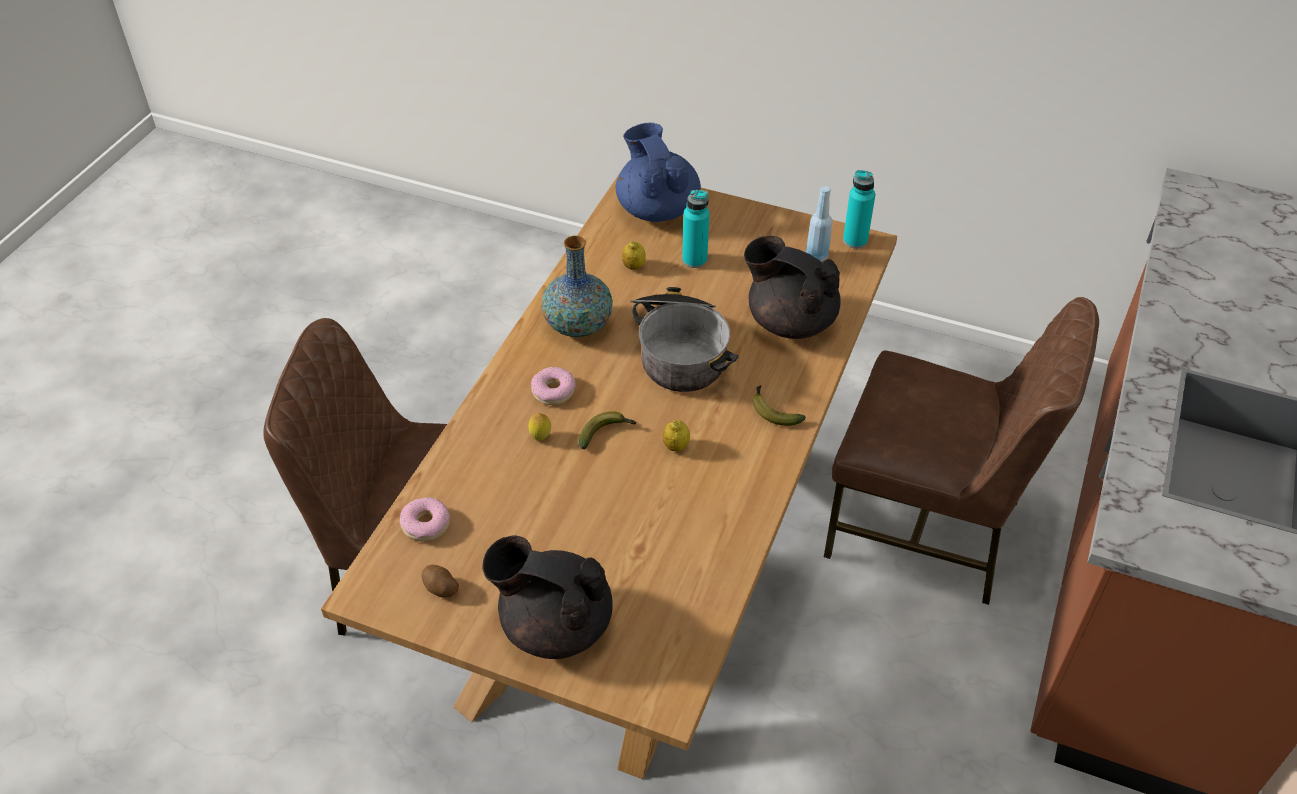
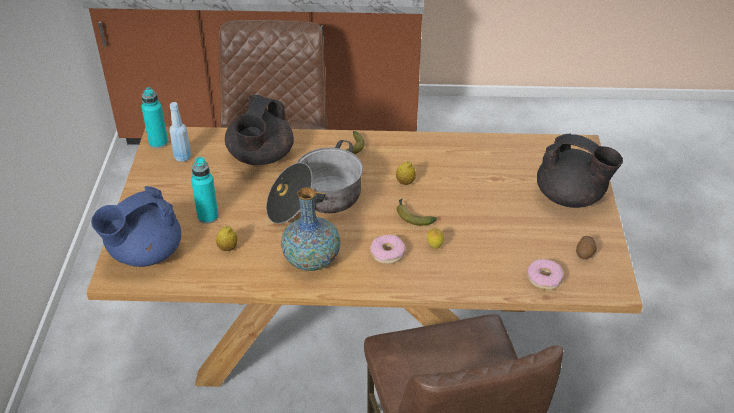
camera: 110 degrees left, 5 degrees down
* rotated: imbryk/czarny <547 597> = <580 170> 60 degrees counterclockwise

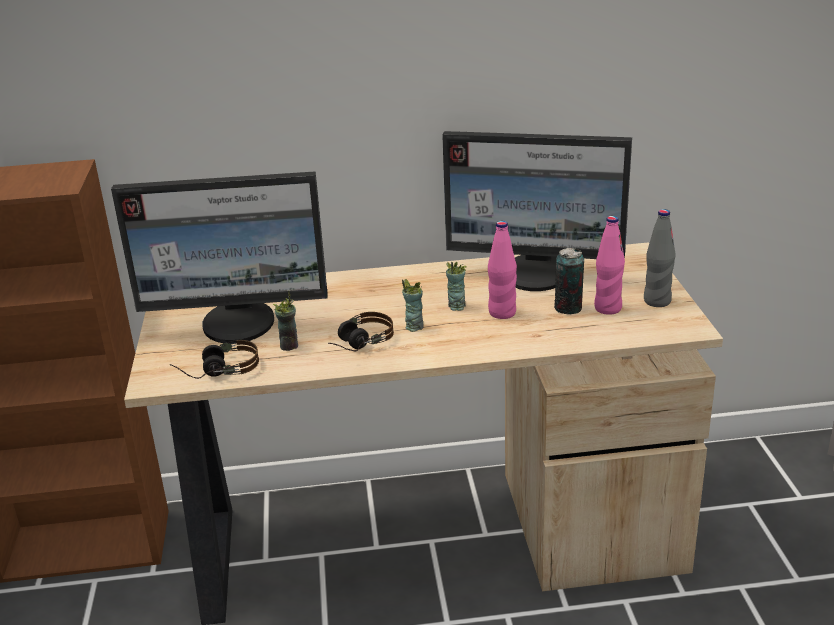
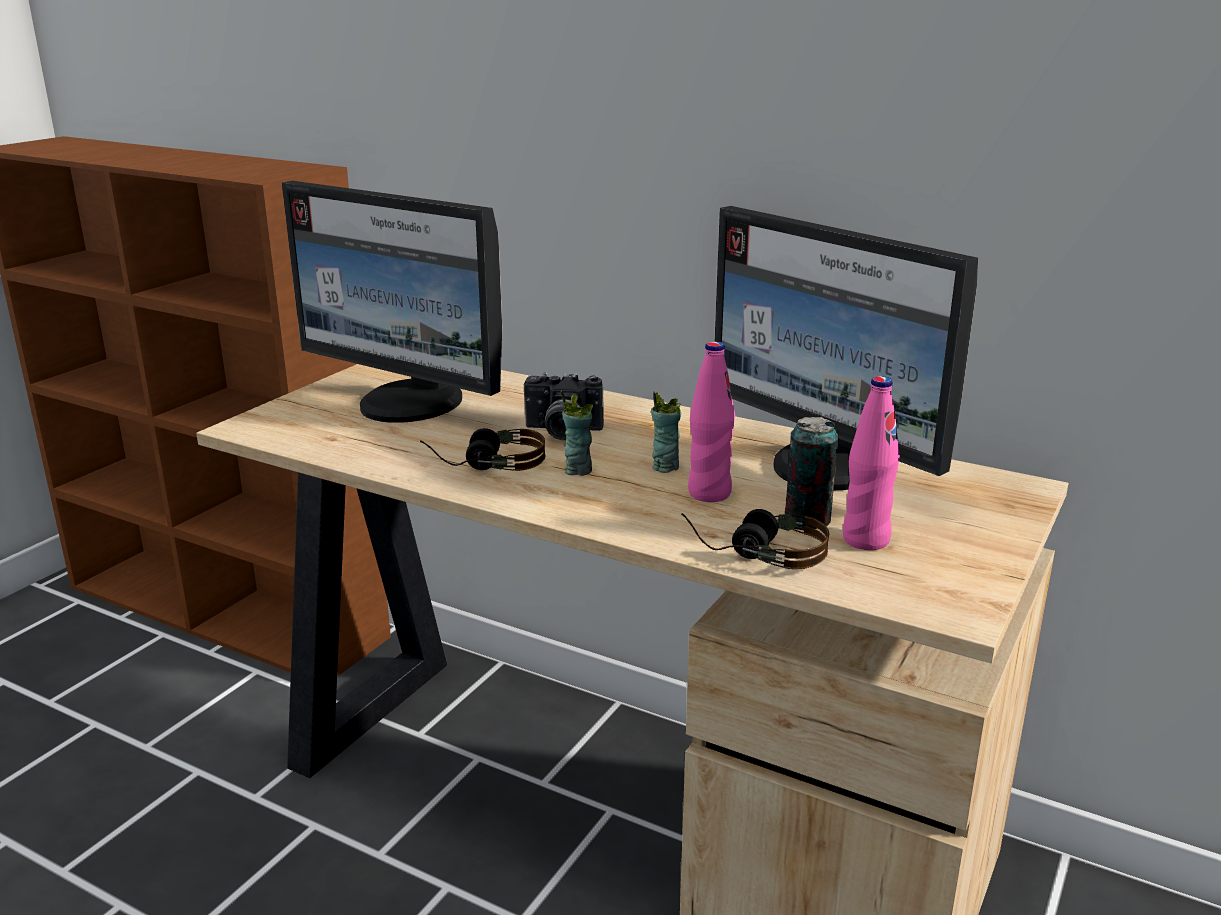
camera: 35 degrees right, 5 degrees down
* new: aparat fotograficzny <564 406>
* shifted: słuchawki <214 359> to <755 539>
* gone: filiżanka <285 321>
* gone: butelka/szary <660 258>

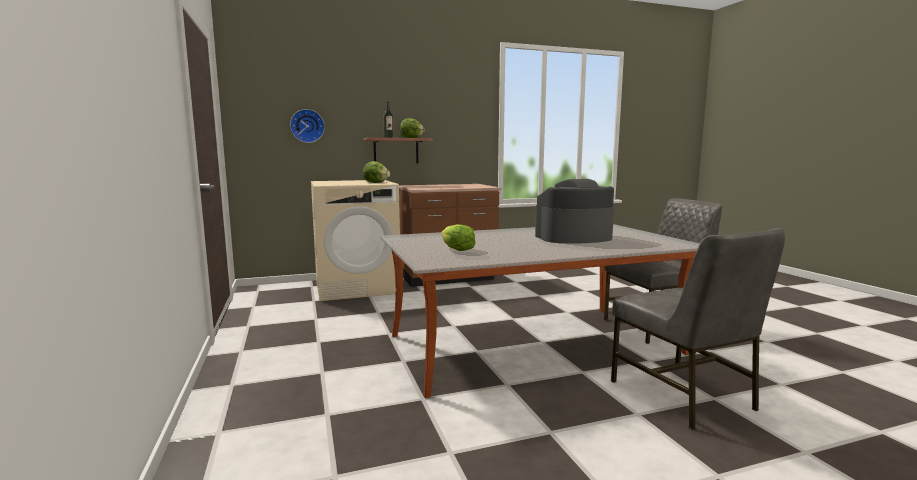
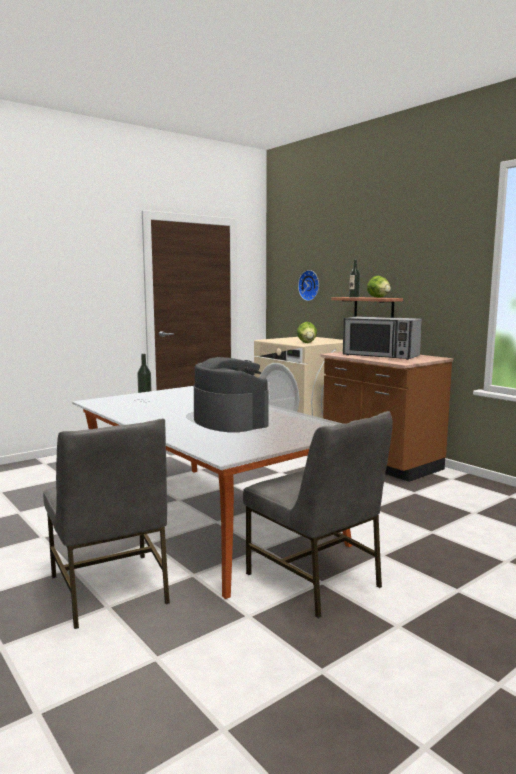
camera: 70 degrees right, 0 degrees up
* rotated: krzesło/szary <698 329> = <106 523> 75 degrees counterclockwise
* swapped: sałata <458 237> to butelka <144 378>
* new: mikrofalówka <382 338>

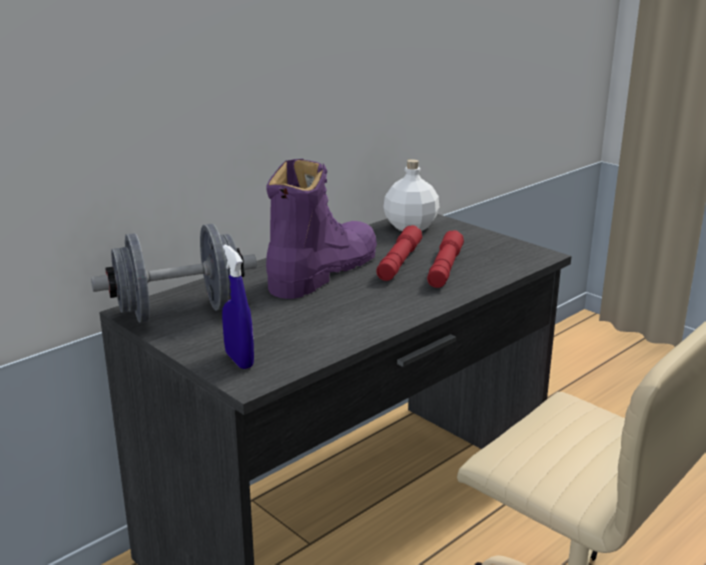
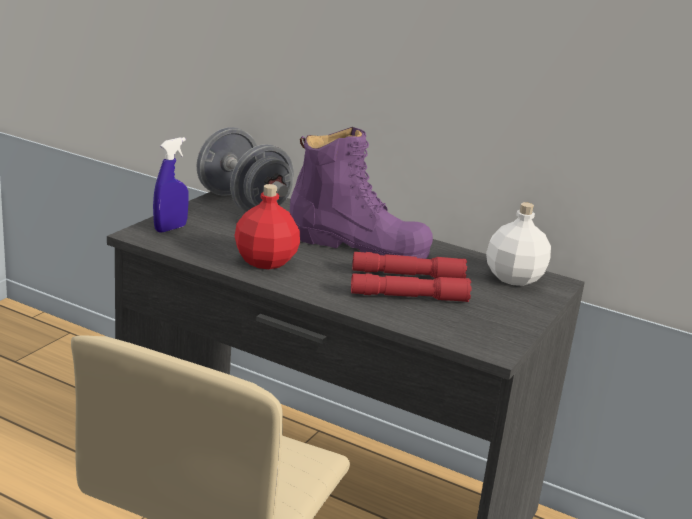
camera: 70 degrees right, 0 degrees up
* new: butelka/czerwony <267 226>

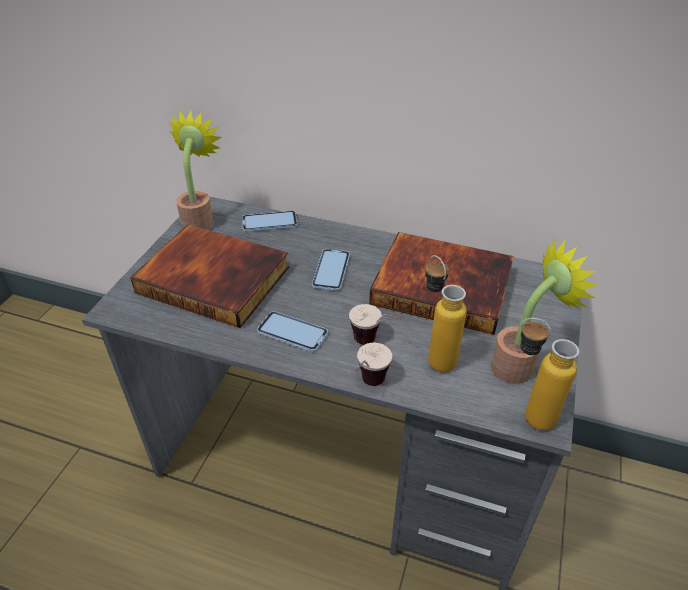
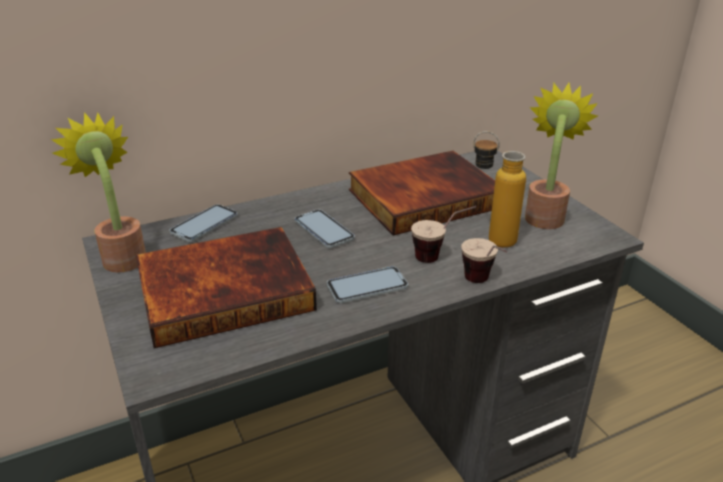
camera: 45 degrees left, 10 degrees down
* gone: butelka <549 374>

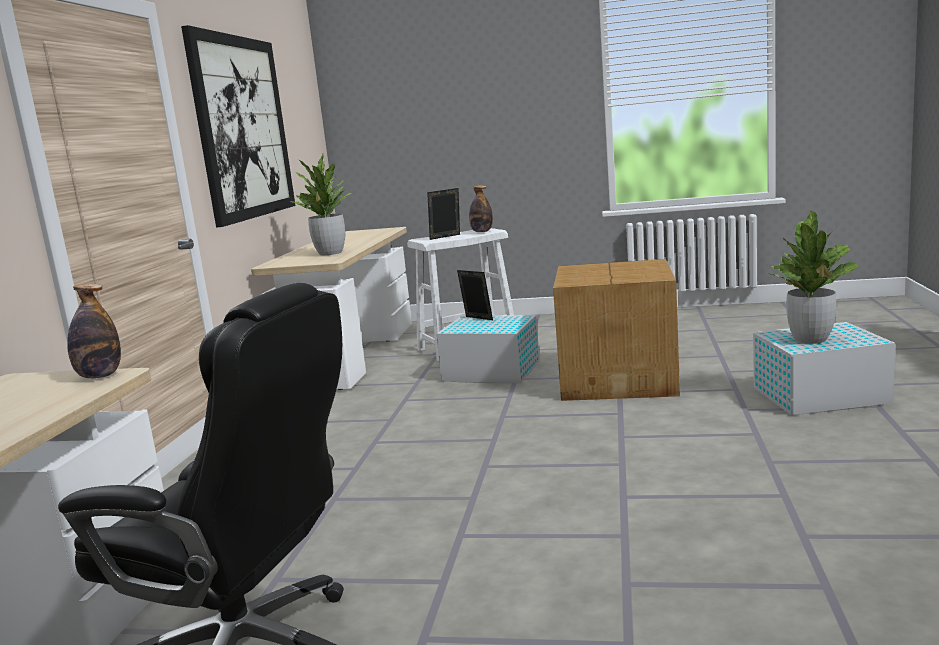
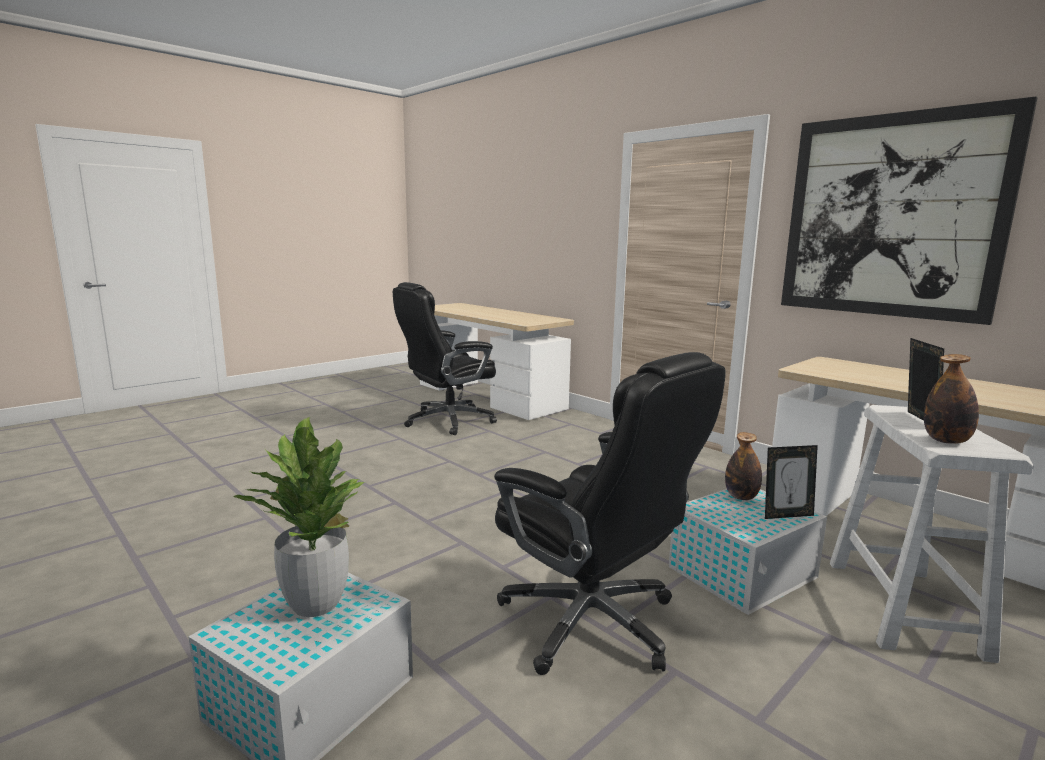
camera: 125 degrees right, 0 degrees up
* swapped: karton <616 330> to krzesło biurowe/czarny <610 513>
* shifted: butelka <94 331> to <743 466>
* gone: roślina doniczkowa <320 204>

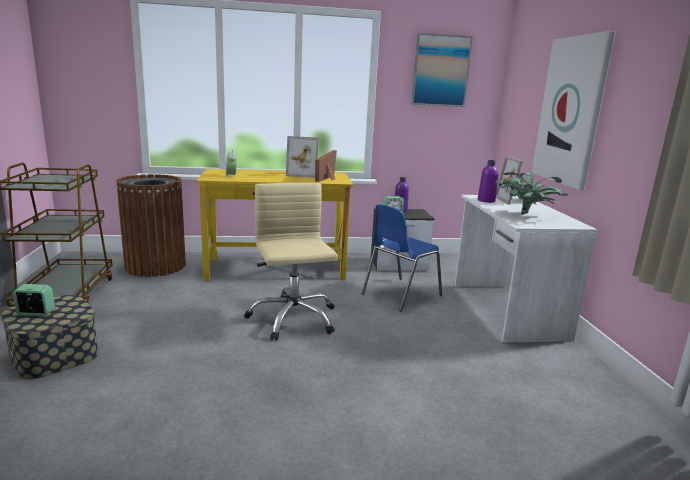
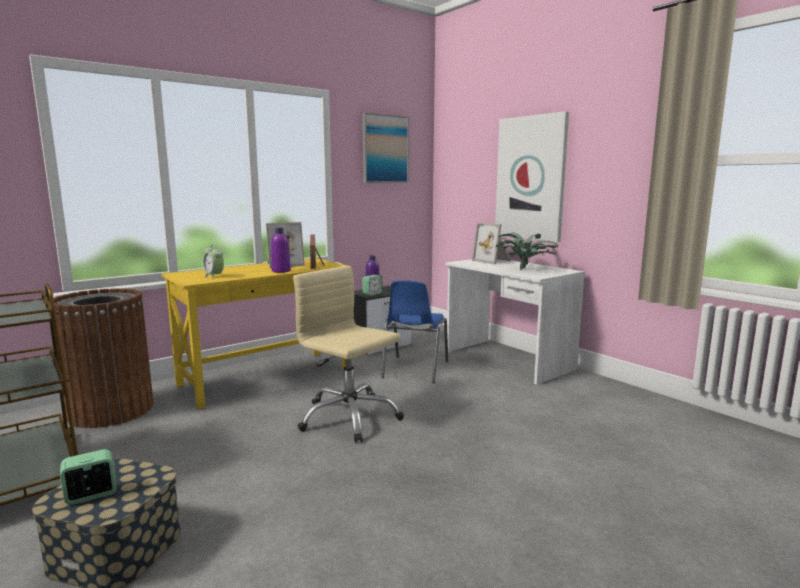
camera: 30 degrees left, 5 degrees down
* shifted: butelka/fioletowy <488 181> to <281 250>

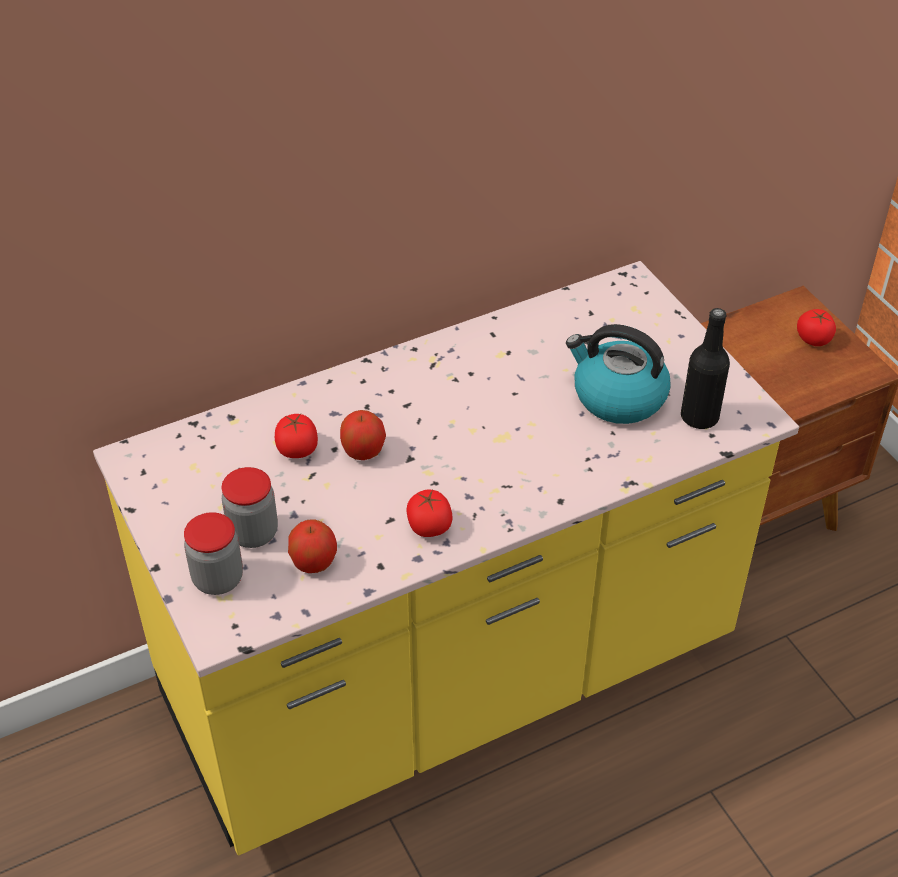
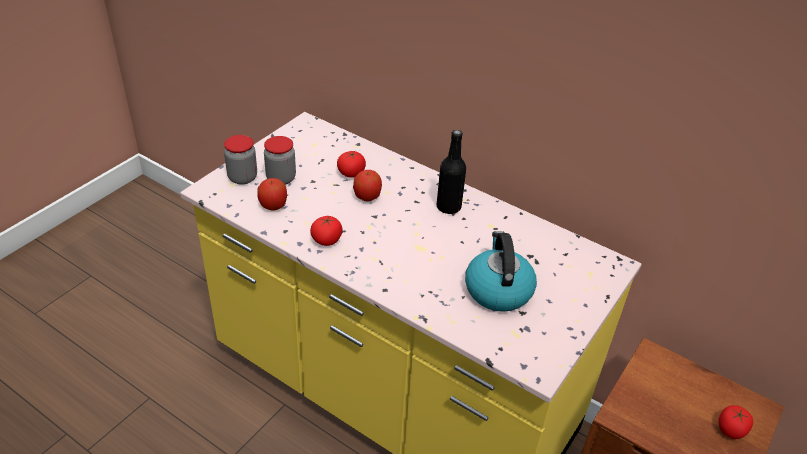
camera: 60 degrees right, 5 degrees down
* shifted: butelka/czarny <705 368> to <451 172>

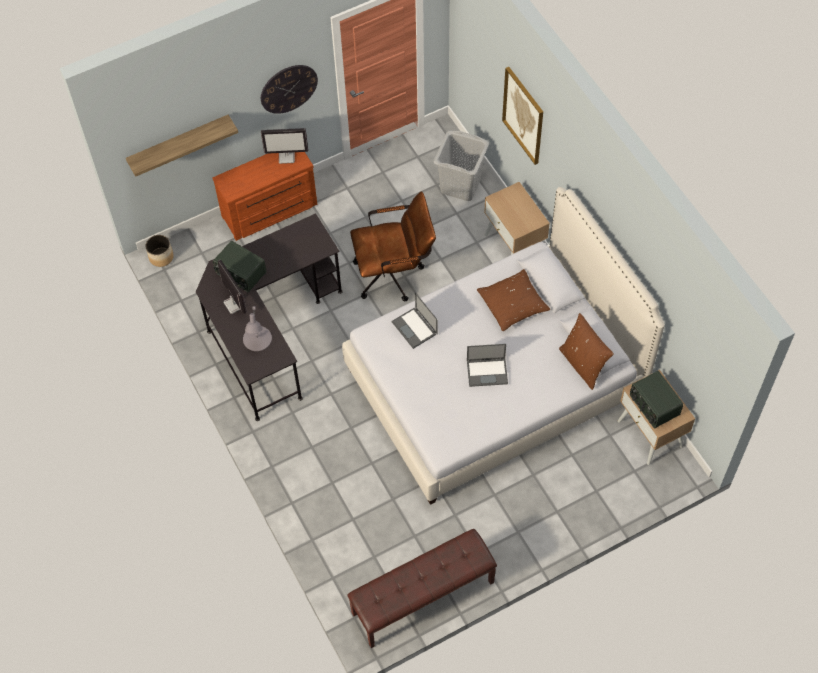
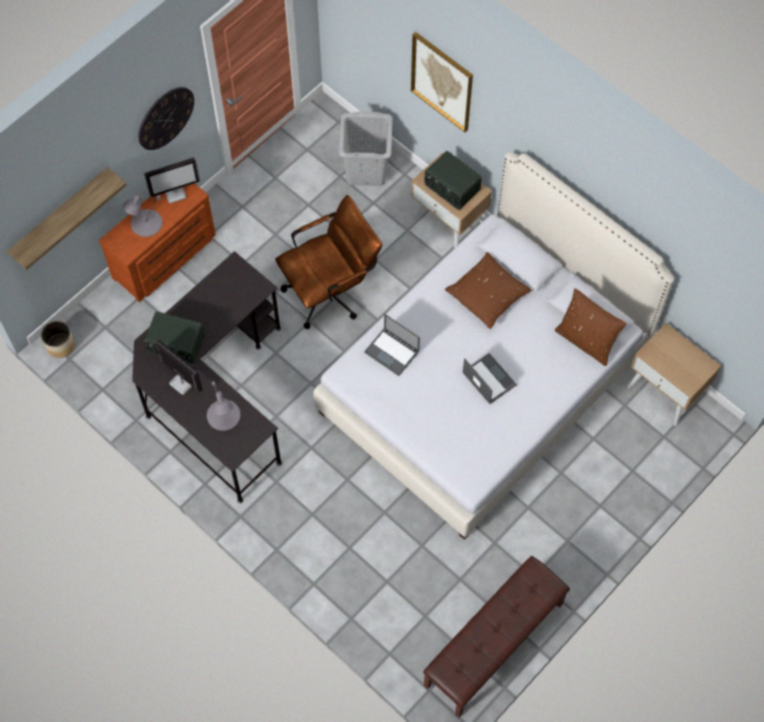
camera: 20 degrees left, 5 degrees up
* new: lampa stołowa/szary <142 215>
* shifted: radio <656 399> to <453 180>
* rotated: laptop <487 365> = <490 378> 105 degrees counterclockwise

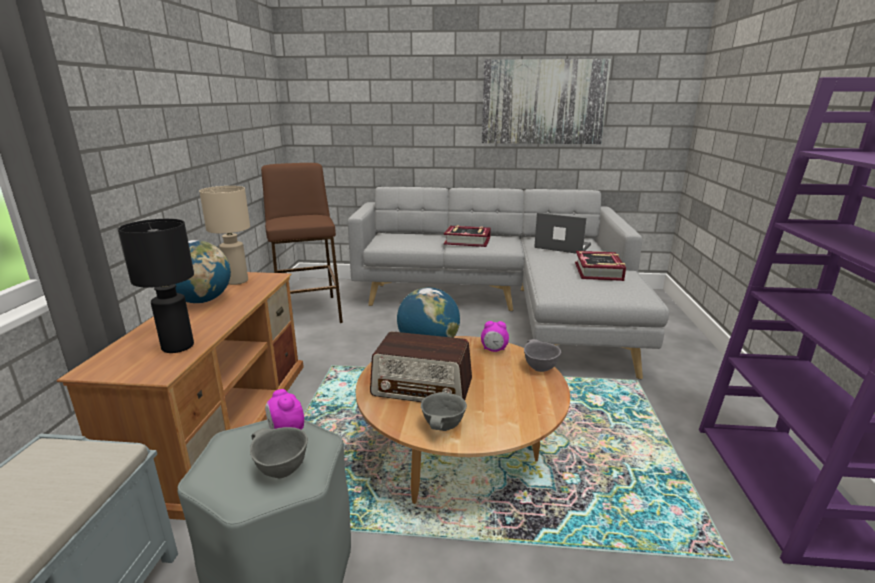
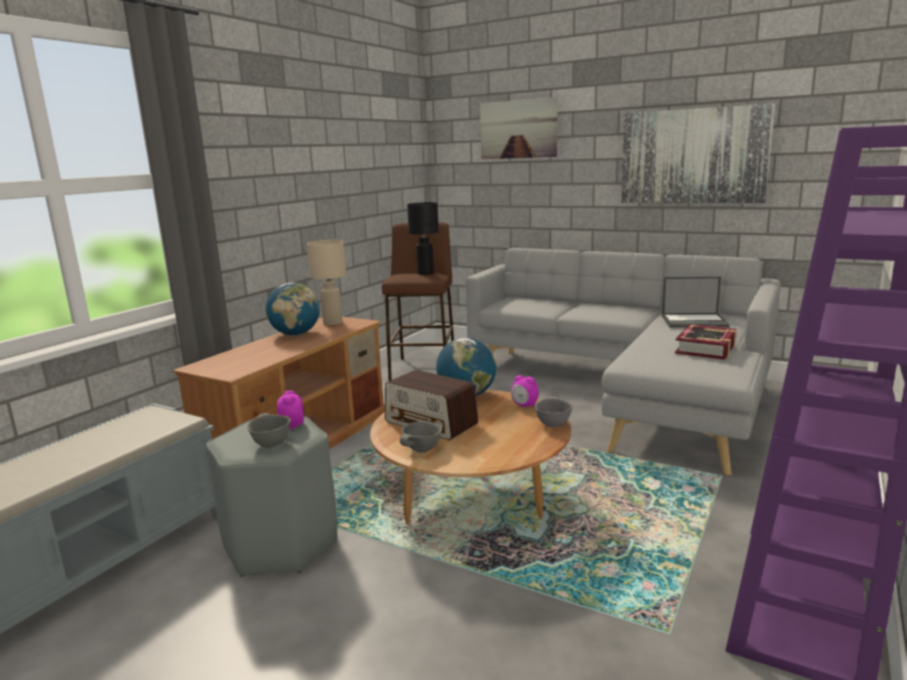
camera: 25 degrees right, 5 degrees down
* shifted: lampa stołowa/czarny <156 286> to <423 238>
* new: obraz <519 128>
* rotated: laptop <562 233> = <696 301> 135 degrees clockwise
* gone: książka <467 236>

